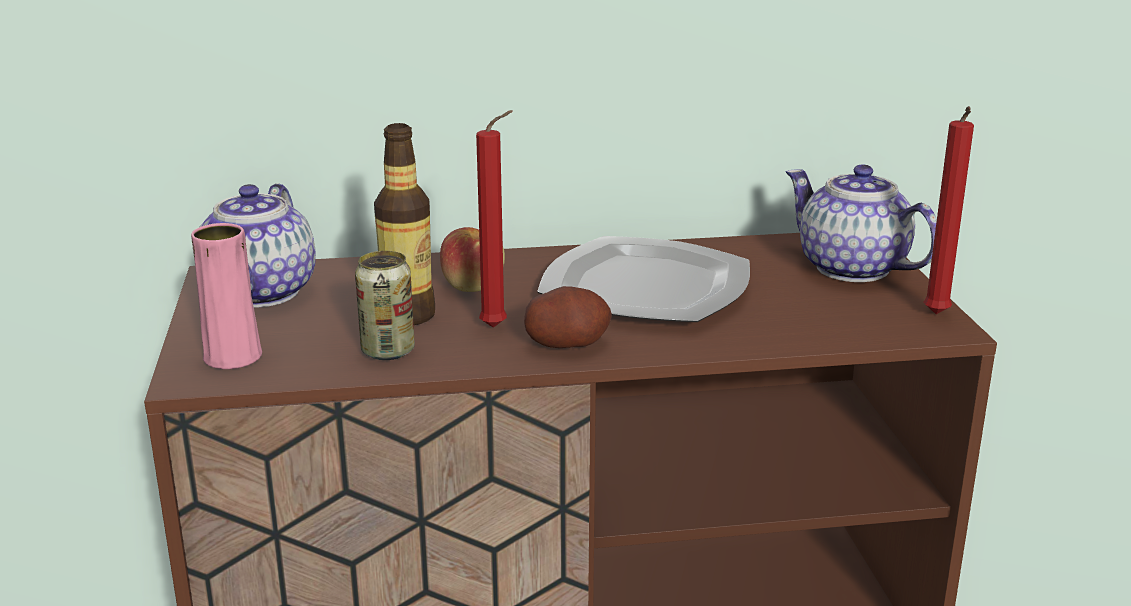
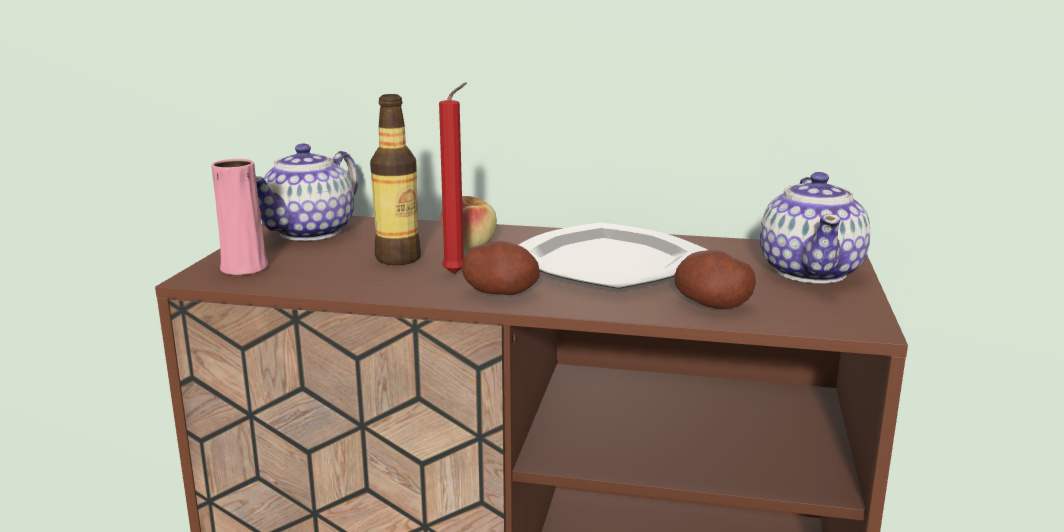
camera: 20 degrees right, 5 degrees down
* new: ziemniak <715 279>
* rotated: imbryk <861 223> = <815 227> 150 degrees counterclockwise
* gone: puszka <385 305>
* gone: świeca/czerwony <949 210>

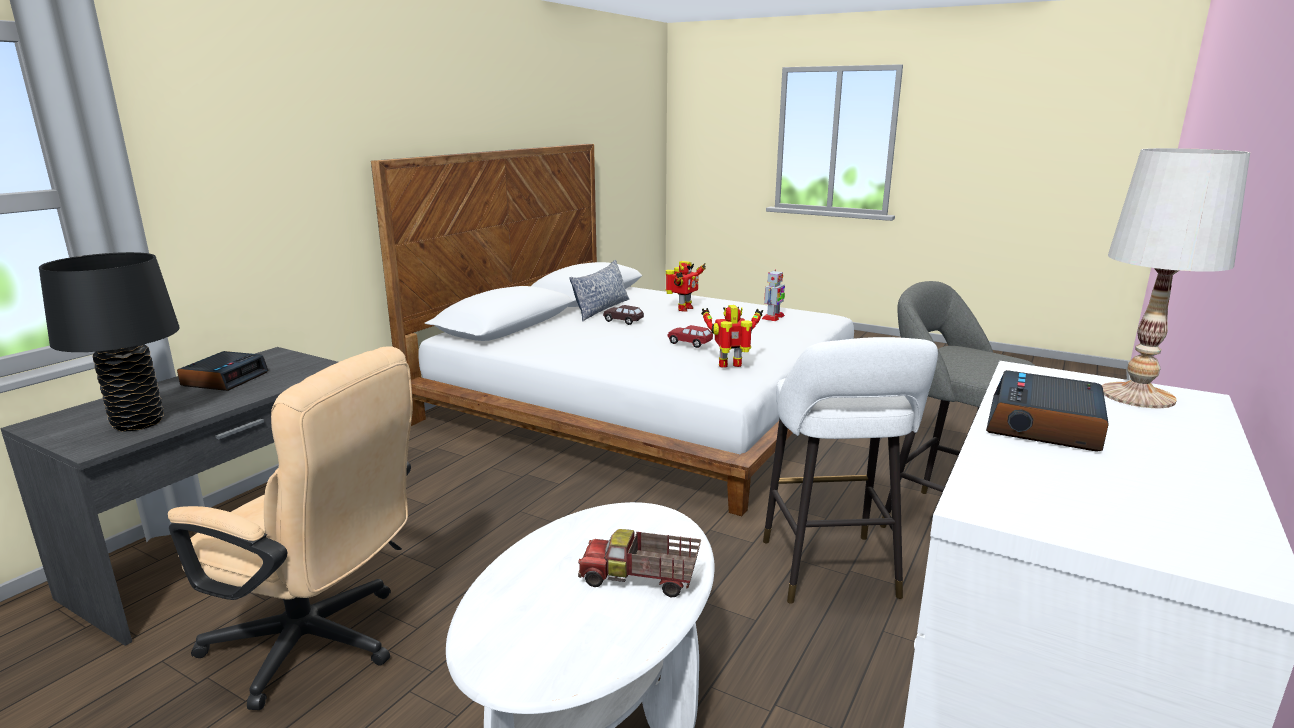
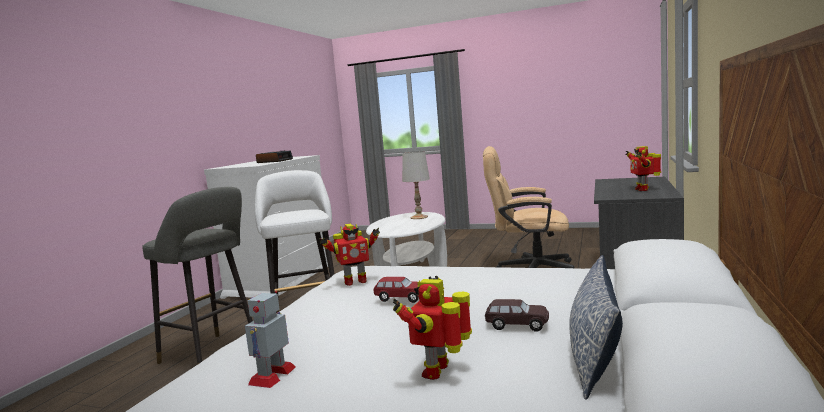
camera: 170 degrees right, 10 degrees down
* shifted: lampa stołowa/biały <1176 278> to <416 185>
* swapped: budzik <223 371> to robot zabawkowy <643 168>
* gone: lampa stołowa/czarny <109 342>
* gone: ciężarówka zabawkowa <639 563>

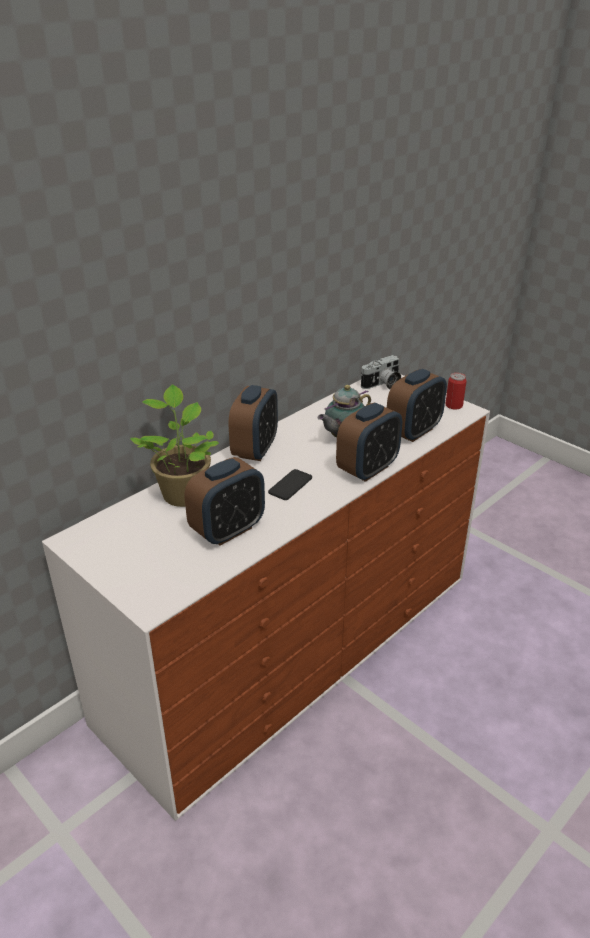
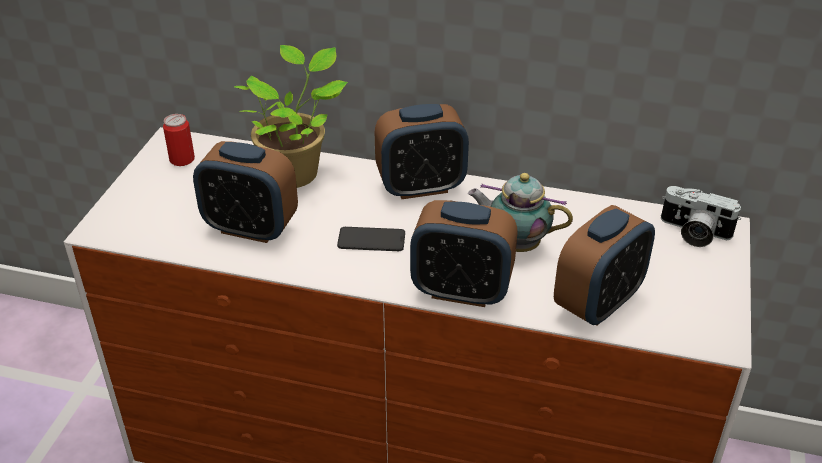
camera: 60 degrees right, 5 degrees up
* shifted: puszka <456 391> to <179 140>
* rotated: budzik <417 405> = <604 265> 60 degrees counterclockwise

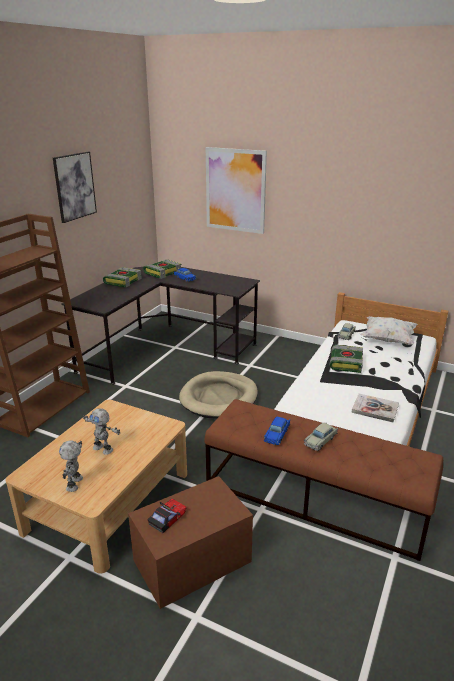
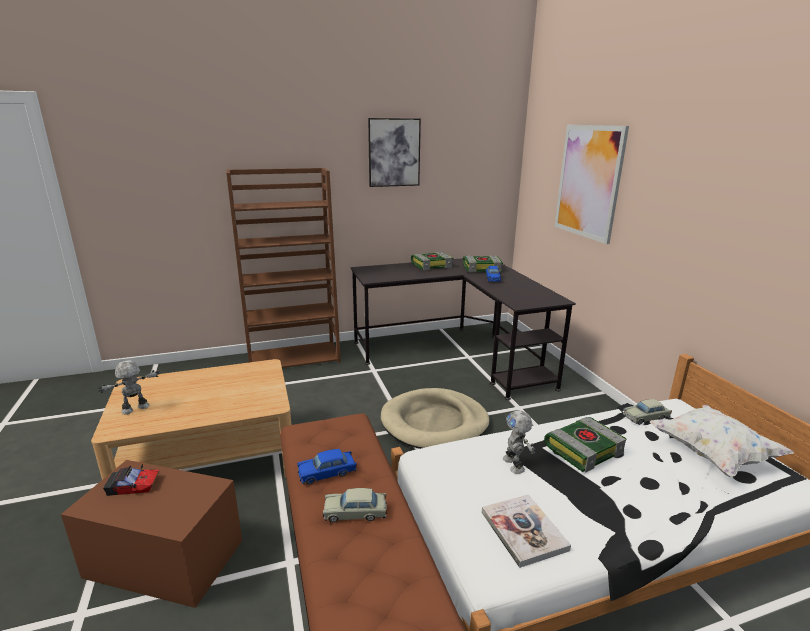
camera: 45 degrees right, 5 degrees down
* shifted: robot zabawkowy <102 431> to <519 442>

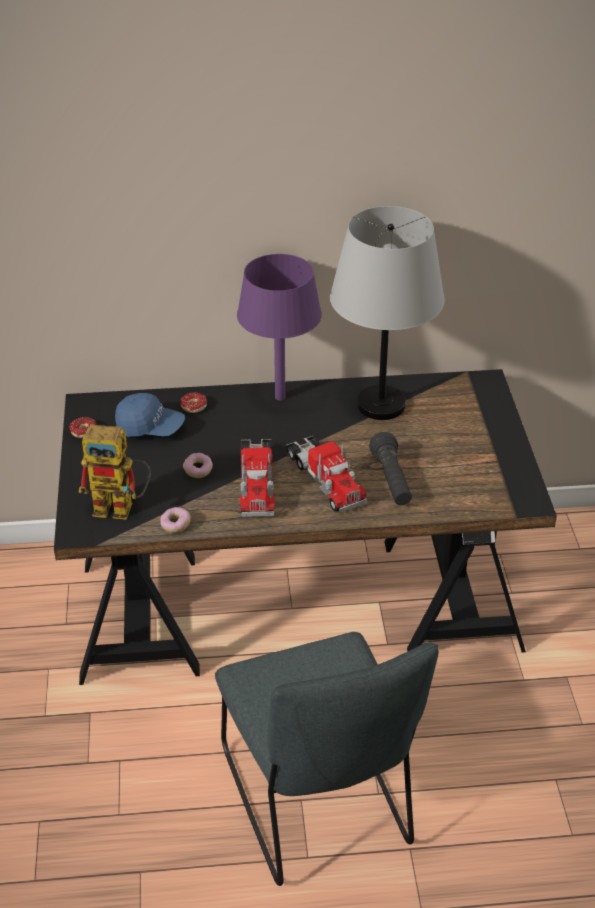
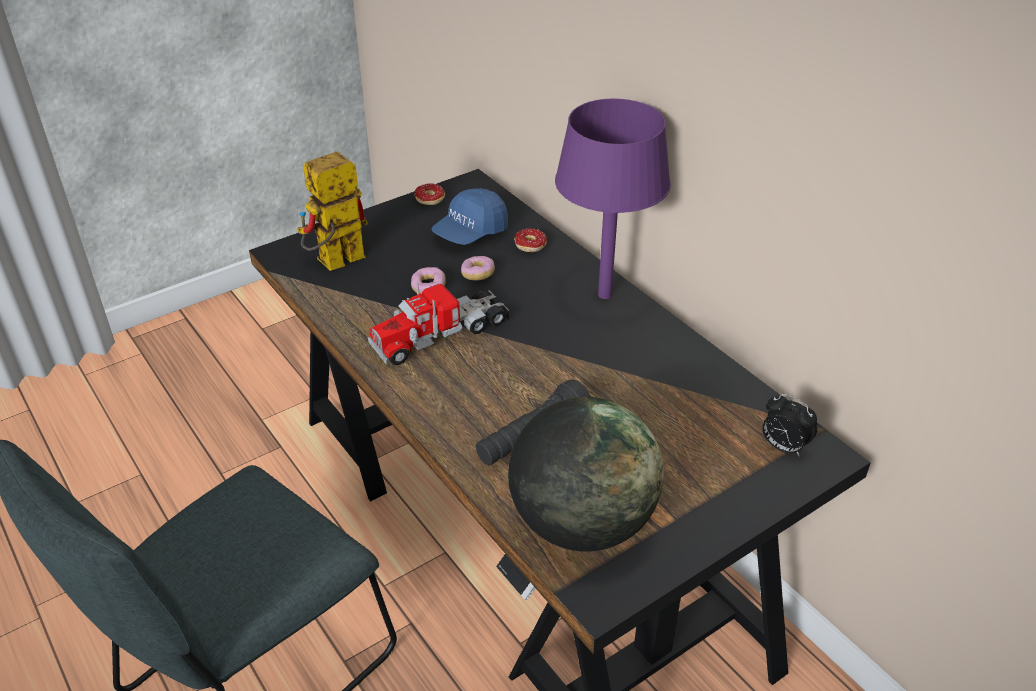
camera: 60 degrees right, 0 degrees up
* rotated: robot zabawkowy <114 472> = <332 211> 75 degrees clockwise
* rotated: czapka z daszkiem/niebieski <150 415> = <469 216> 60 degrees clockwise
* shifted: donut <175 520> to <478 268>
* new: globus <585 474>
* new: budzik <790 425>
* gone: ciężarówka zabawkowa <327 474>
* gone: lampa stołowa/szary <387 313>

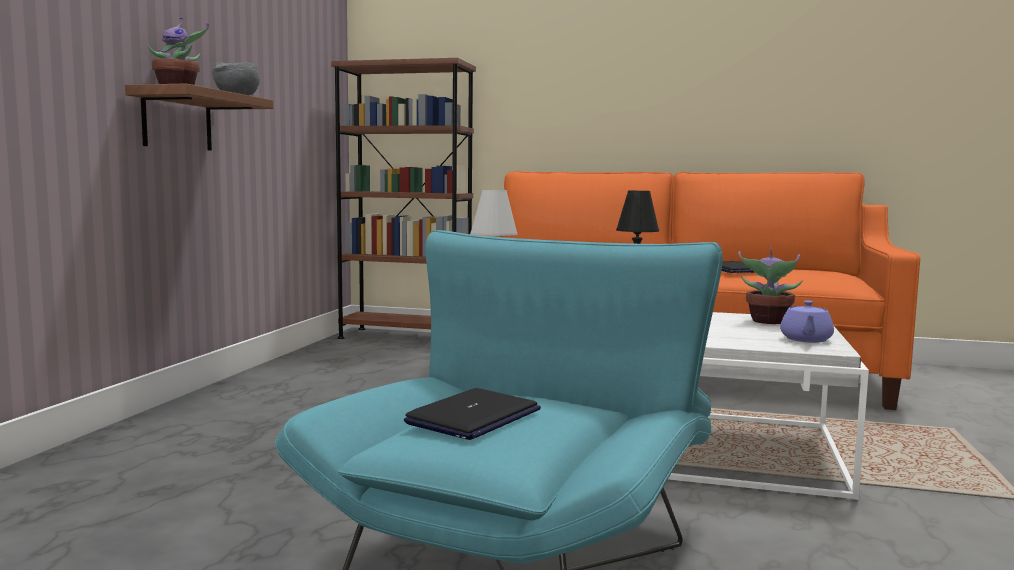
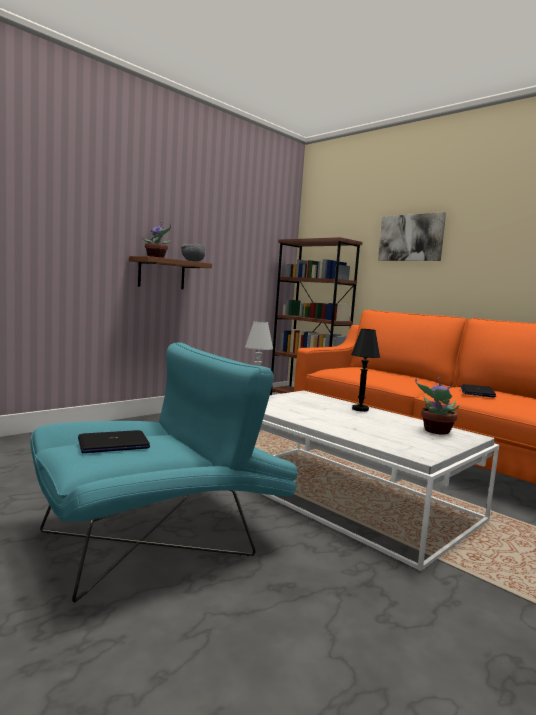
camera: 30 degrees right, 0 degrees up
* new: obraz <412 236>
* gone: imbryk/fioletowy <807 322>

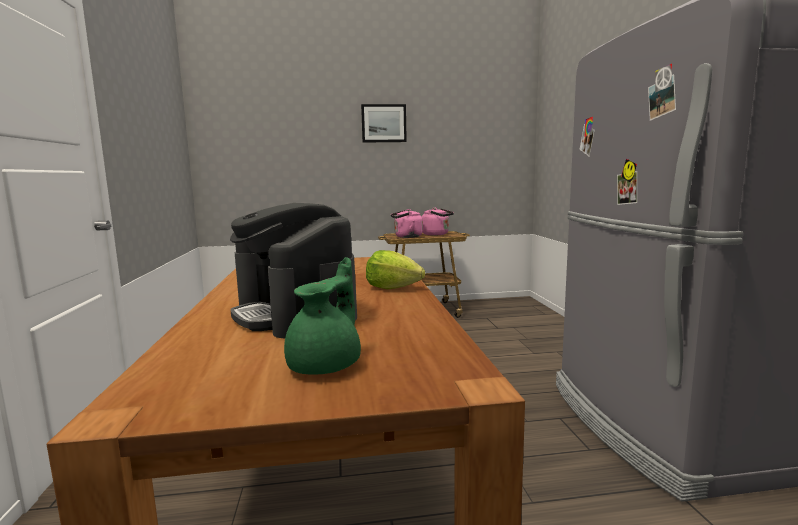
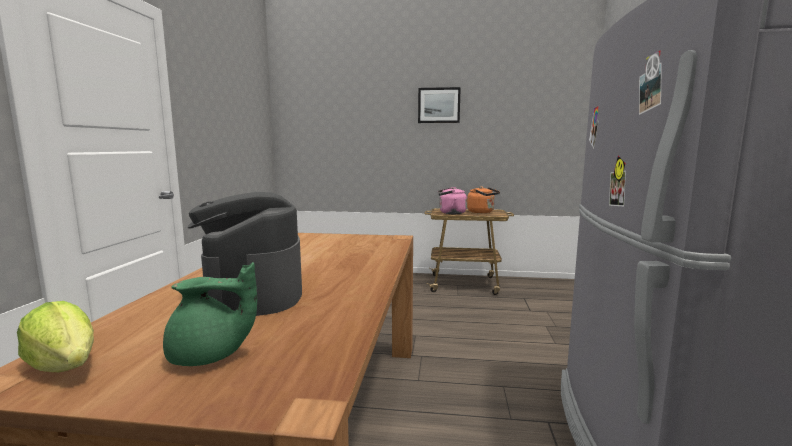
camera: 15 degrees right, 0 degrees up
* shifted: sałata <395 269> to <55 336>
* rotated: imbryk/zielony <322 315> = <210 314> 45 degrees clockwise
* repainted: czajnik/różowy <438 221> to czajnik/pomarańczowy <483 199>

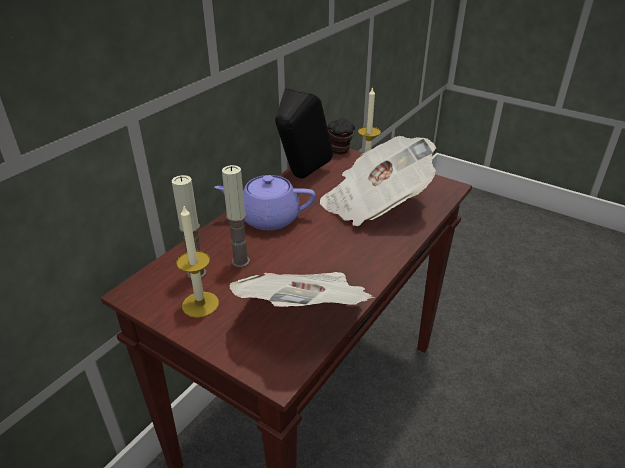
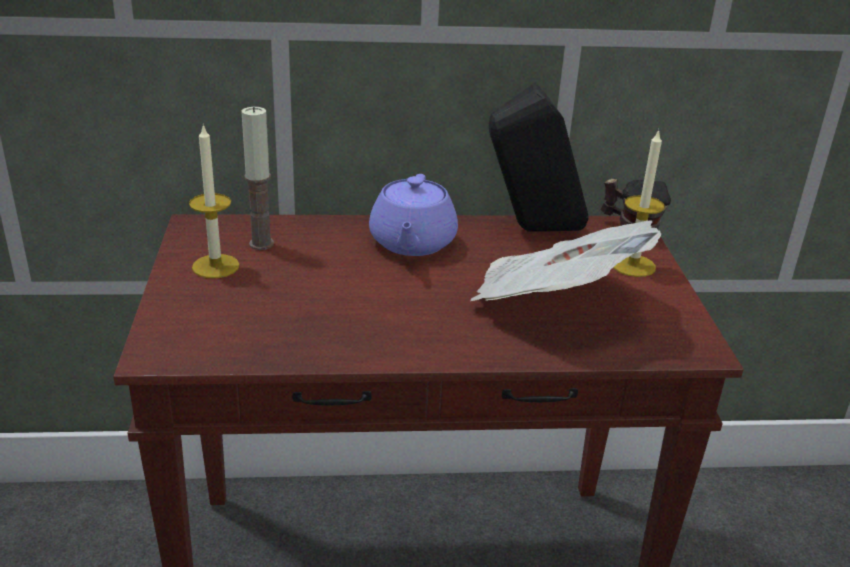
camera: 50 degrees right, 5 degrees down
* rotated: imbryk/fioletowy <265 202> = <413 215> 135 degrees counterclockwise
* gone: świeca <236 216>
* gone: gazeta <301 289>

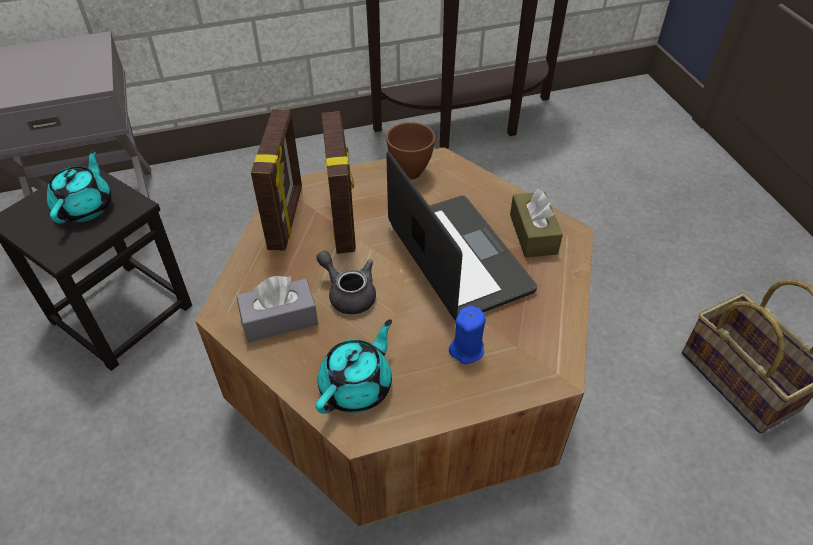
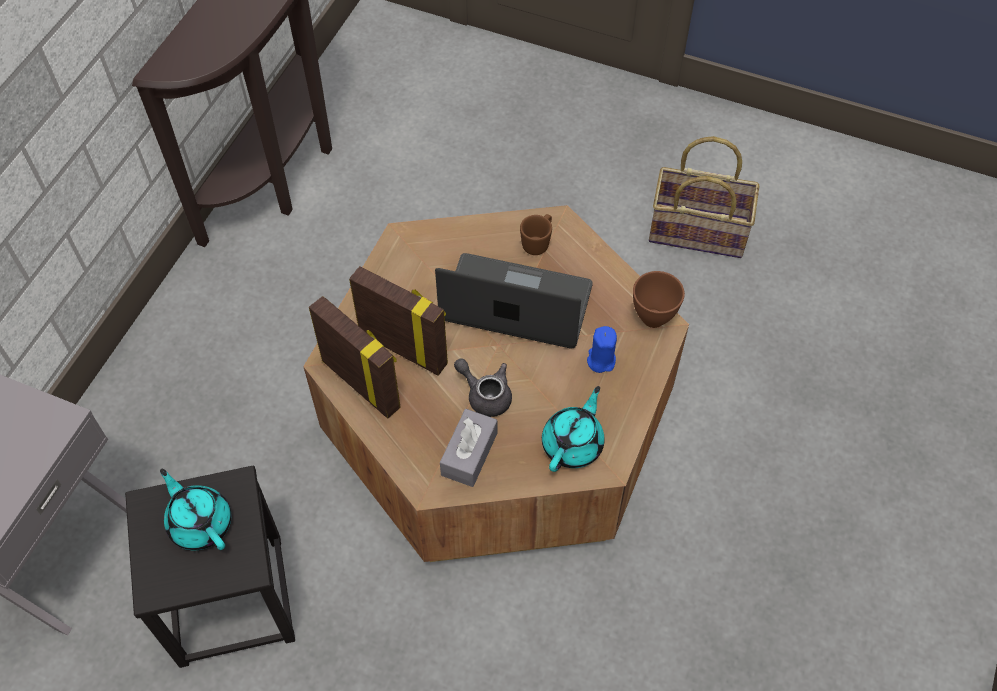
camera: 50 degrees left, 10 degrees up
* rotated: imbryk/szary <346 282> = <483 387> 45 degrees clockwise
* swapped: pudełko chusteczek/brązowy <536 223> to kubek/brązowy <536 234>
* rotated: imbryk/turkusowy <354 366> = <573 429> 45 degrees clockwise
* shifted: miska/brązowy <410 151> to <659 299>

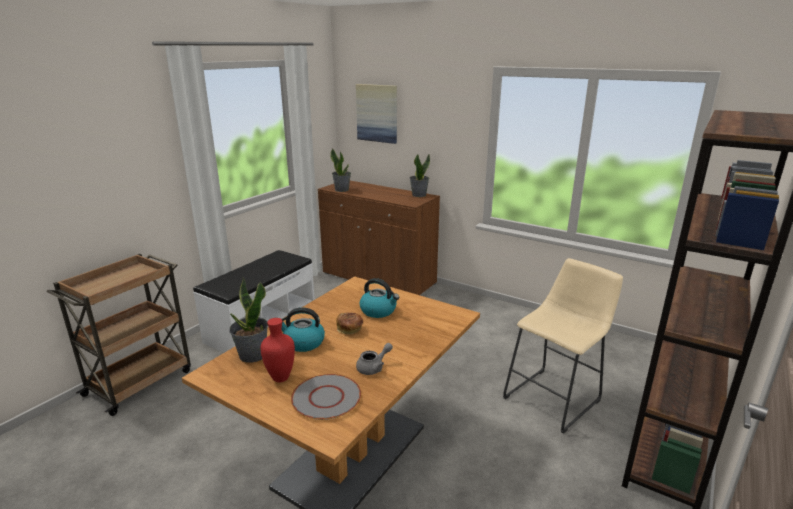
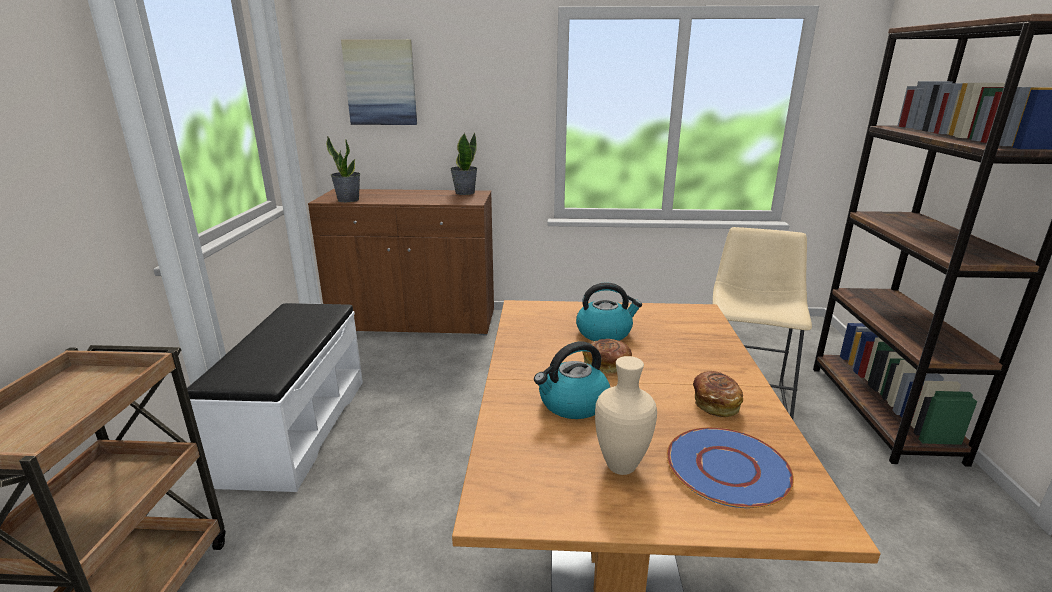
camera: 30 degrees left, 0 degrees up
* repainted: wazon/czerwony <277 350> to wazon/beżowy <626 415>
* repainted: talerz/szary <326 397> to talerz/niebieski <730 467>
* swapped: imbryk/szary <374 359> to chleb <718 394>
* gone: roślina doniczkowa <248 320>

